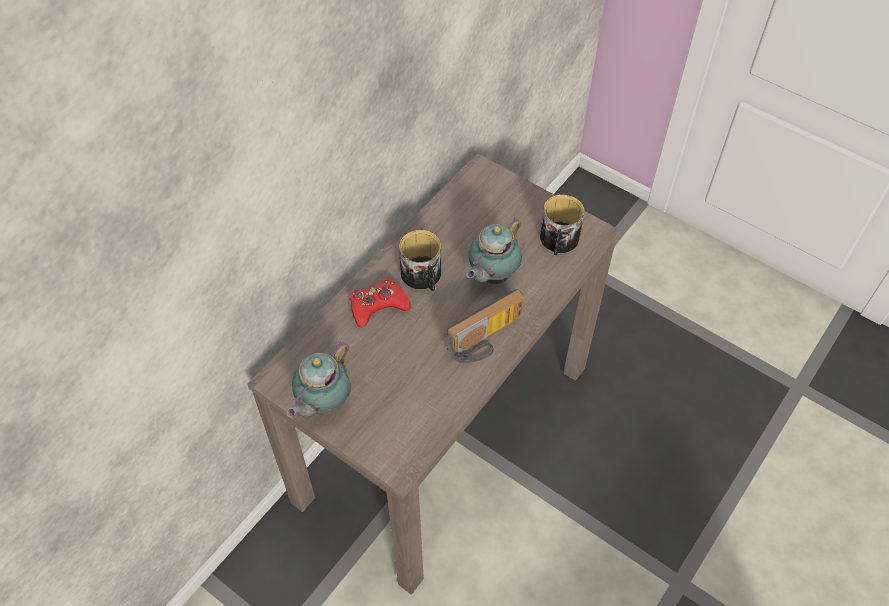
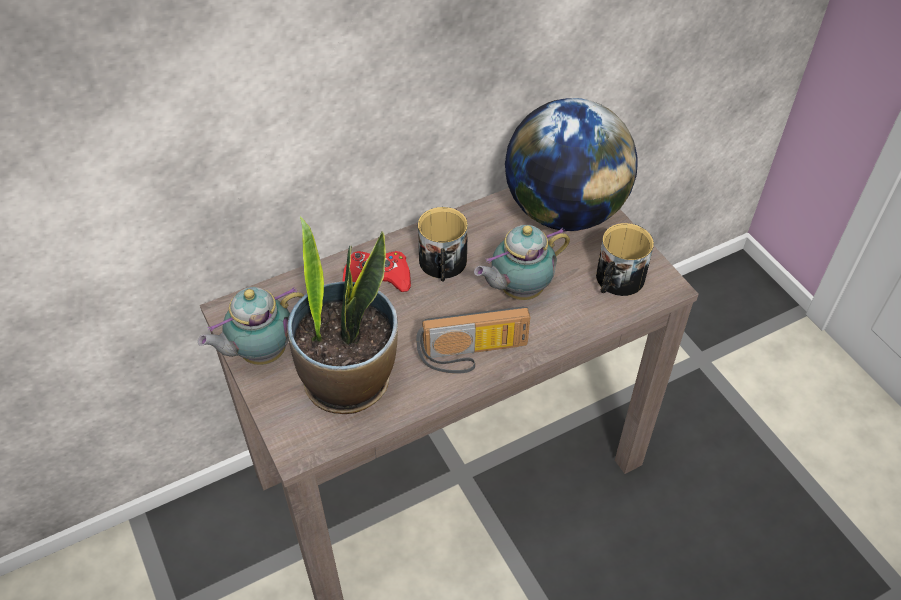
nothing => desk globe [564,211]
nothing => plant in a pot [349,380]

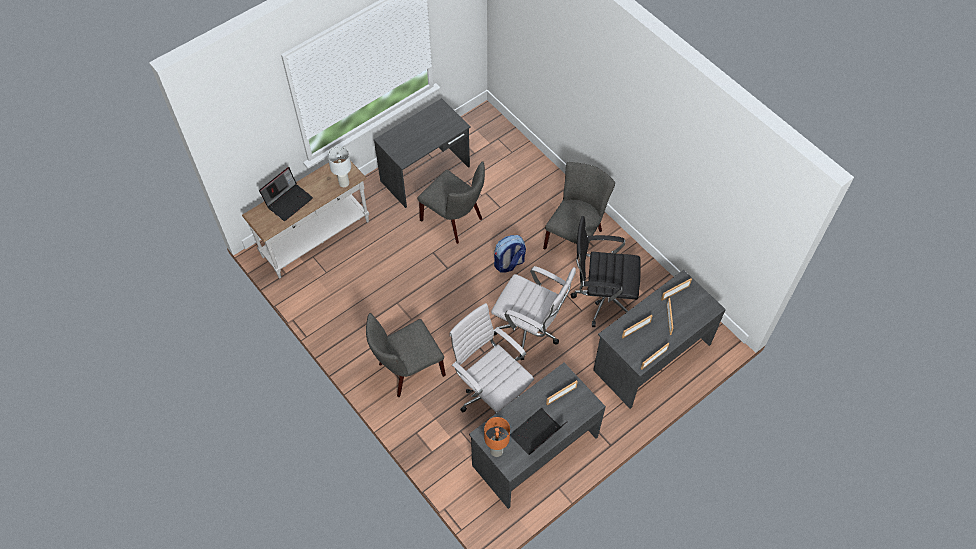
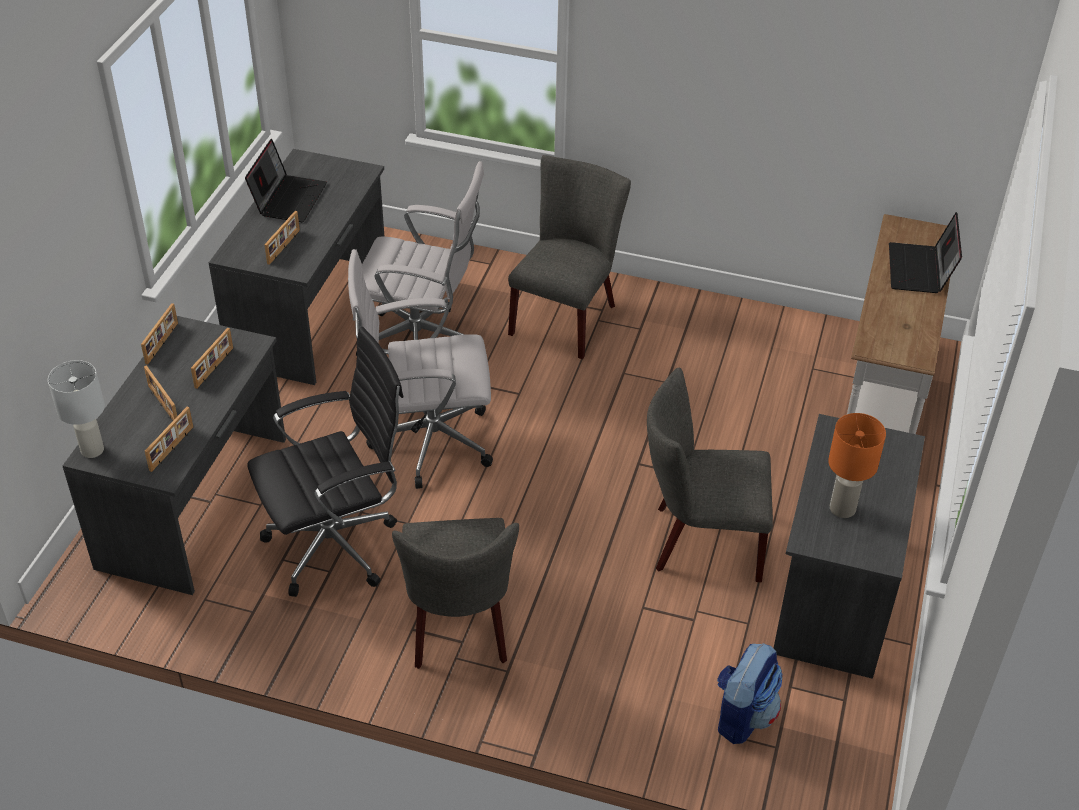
whitish lamp for a table [344,183] => whitish lamp for a table [93,450], relocated
rucksack [509,263] => rucksack [742,715], relocated
orange lamp for a table [497,450] => orange lamp for a table [842,509], relocated

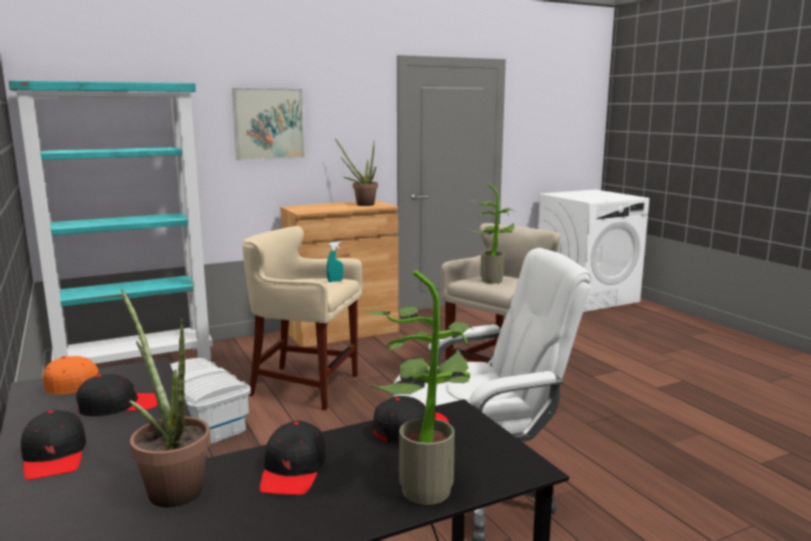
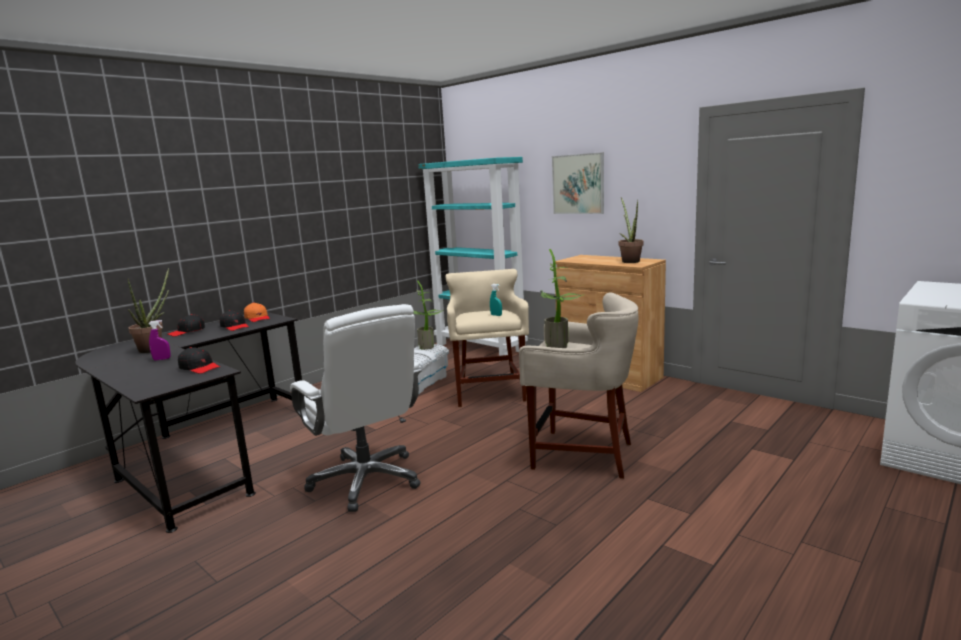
plant in a pot [425,485] => plant in a pot [429,347], relocated
blackish cap [293,470] => purple-coloured sprayer [162,359]

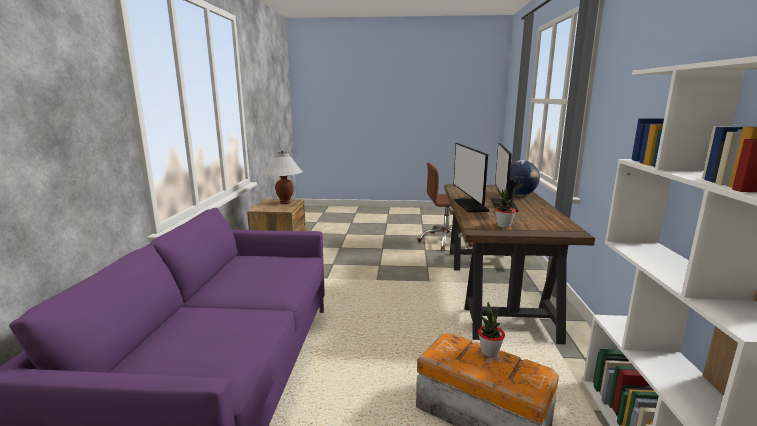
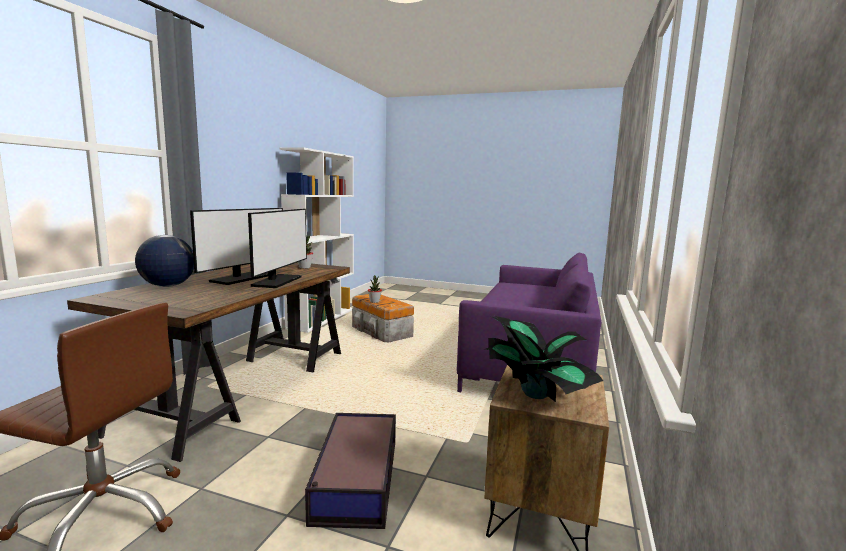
whitish lamp for a table [285,203] => plant in a pot [535,393]
nothing => storage box [356,480]

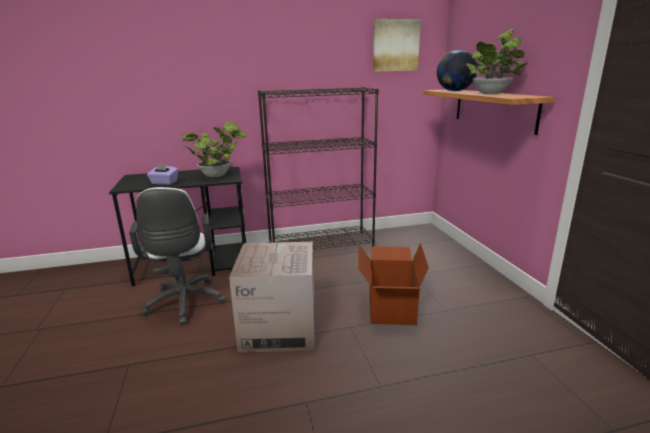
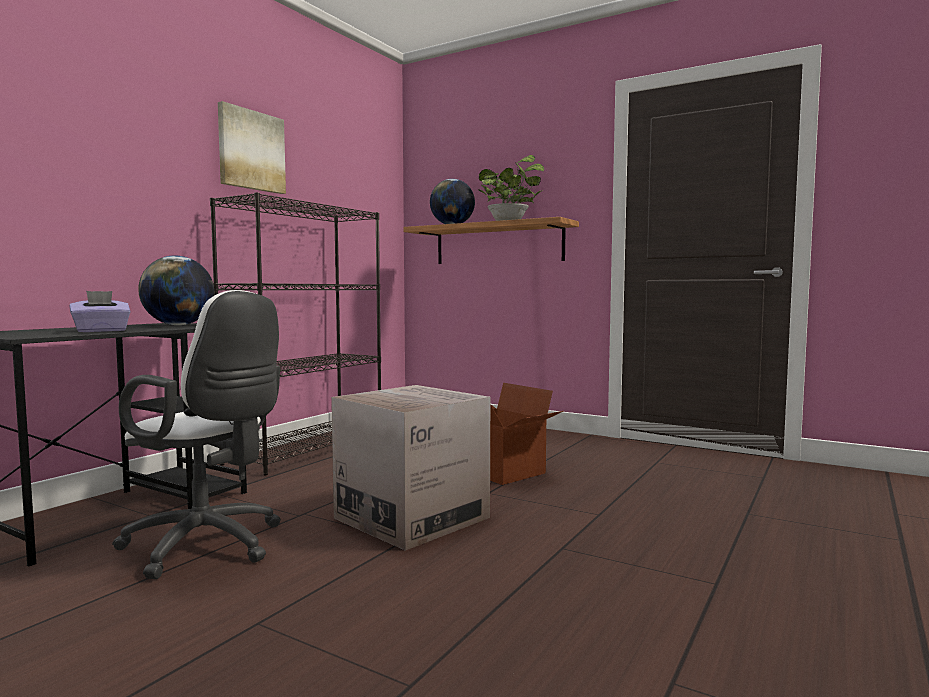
wall art [395,45] => wall art [251,150], relocated
plant in a pot [218,175] => desk globe [178,325]

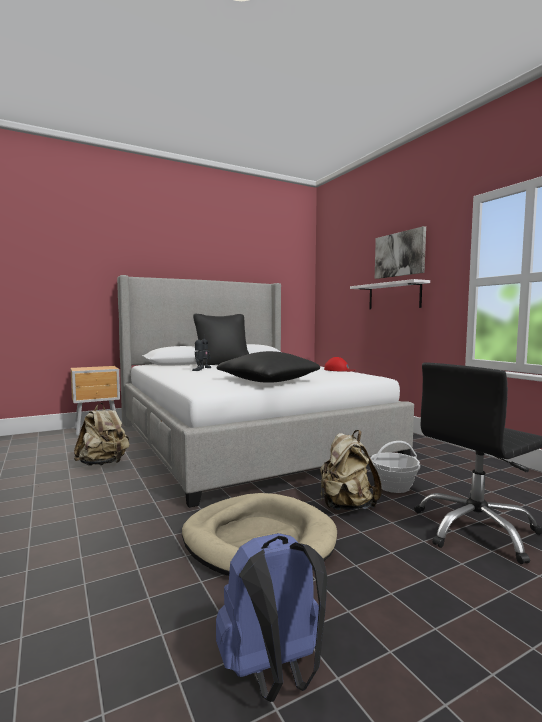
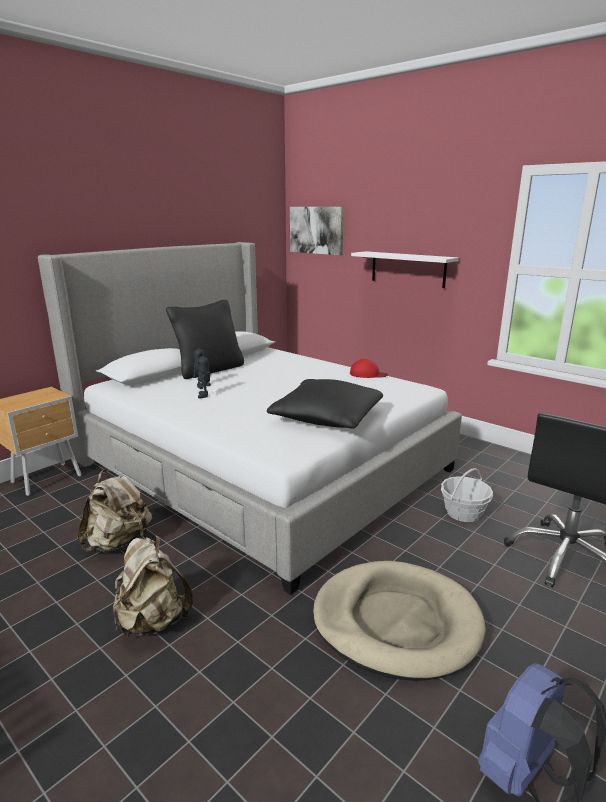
wall art [399,254] => wall art [316,230], relocated
beige-coloured rucksack [346,506] => beige-coloured rucksack [152,621], relocated

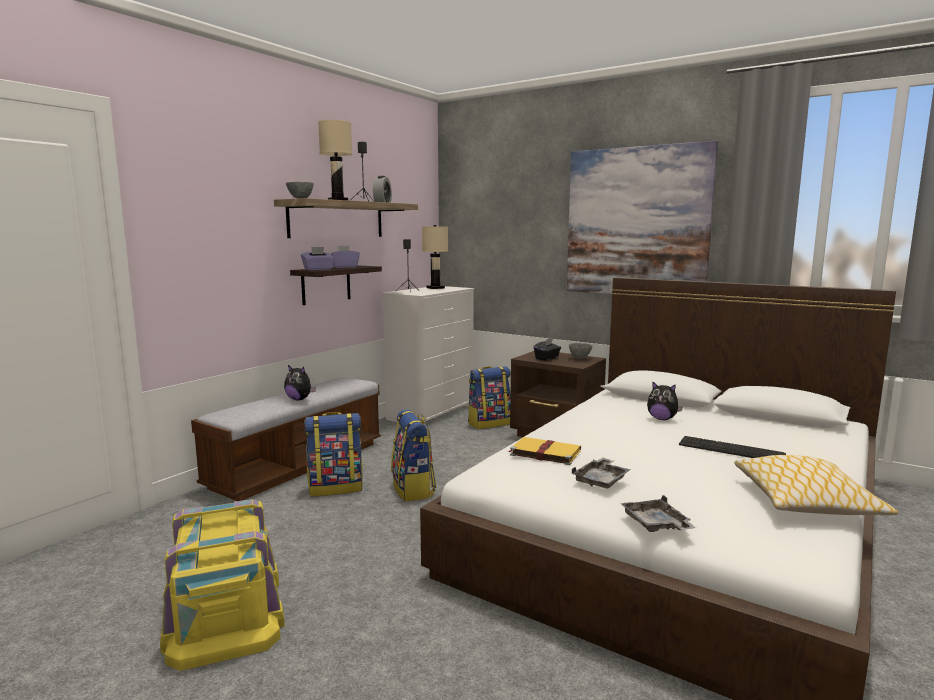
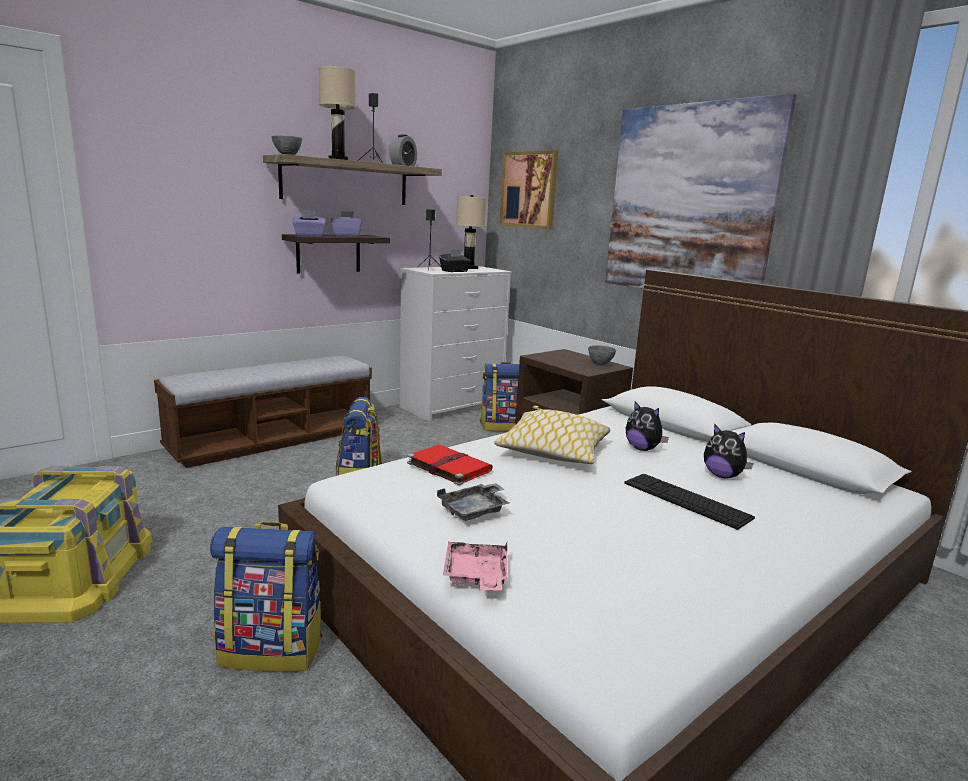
blackish tissue holder [547,358] => blackish tissue holder [454,271], relocated
soft toy [299,399] => soft toy [723,476], relocated
rucksack [336,487] => rucksack [272,650], relocated
yellowish volume [544,453] => reddish volume [447,466]
throw pillow [806,502] => throw pillow [554,451], relocated
gray carrying tray [656,525] => pink-coloured carrying tray [476,576]
nothing => wall art [529,190]

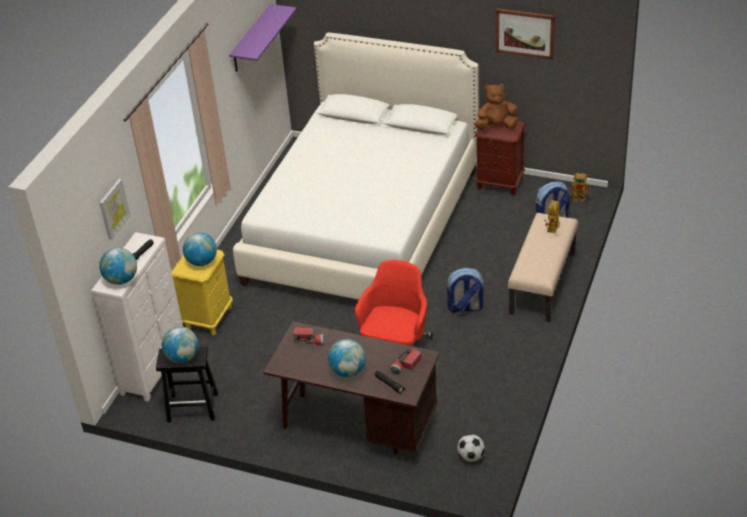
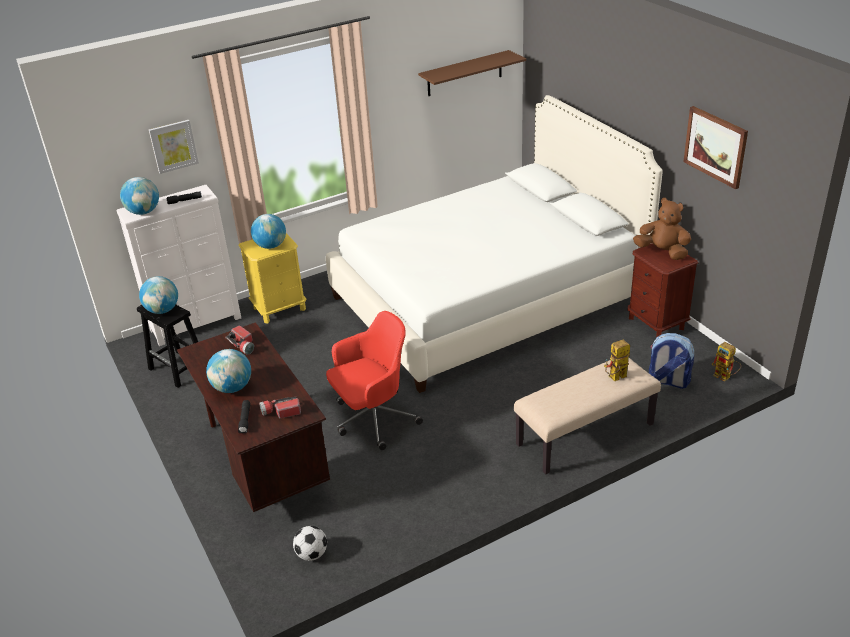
purple-coloured shelf [251,39] => brown shelf [464,73]
rucksack [465,307] => nothing

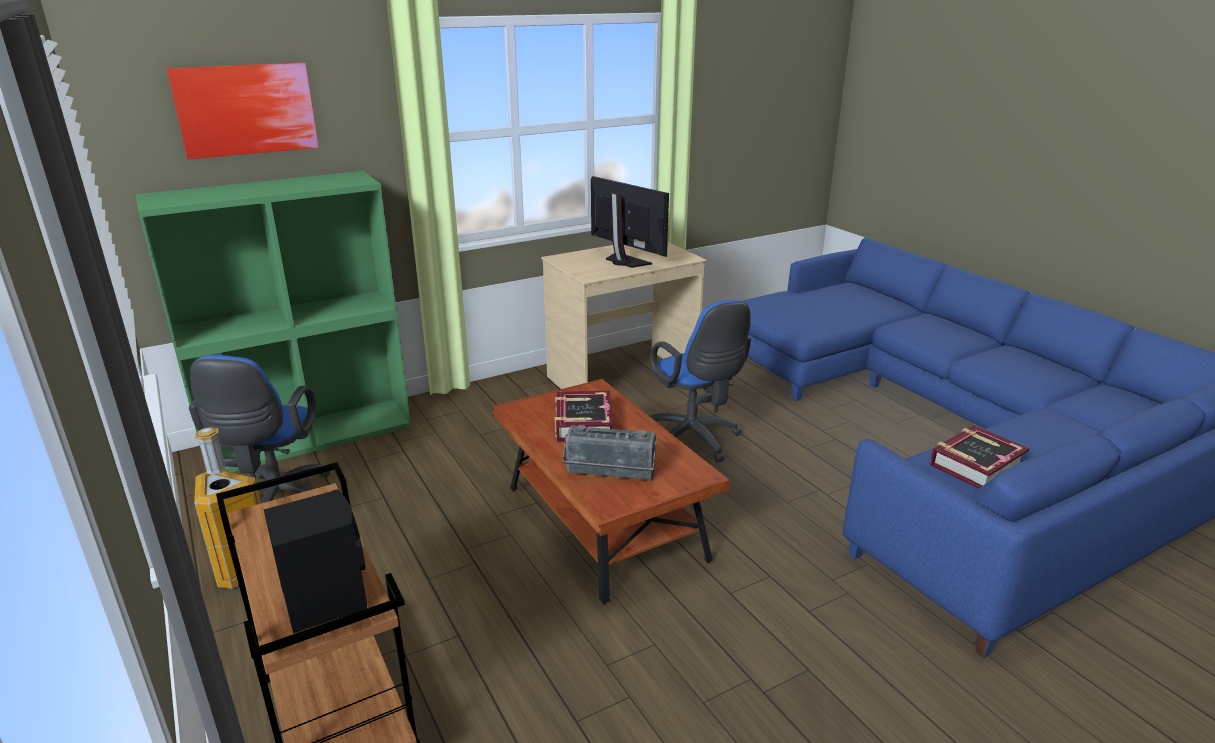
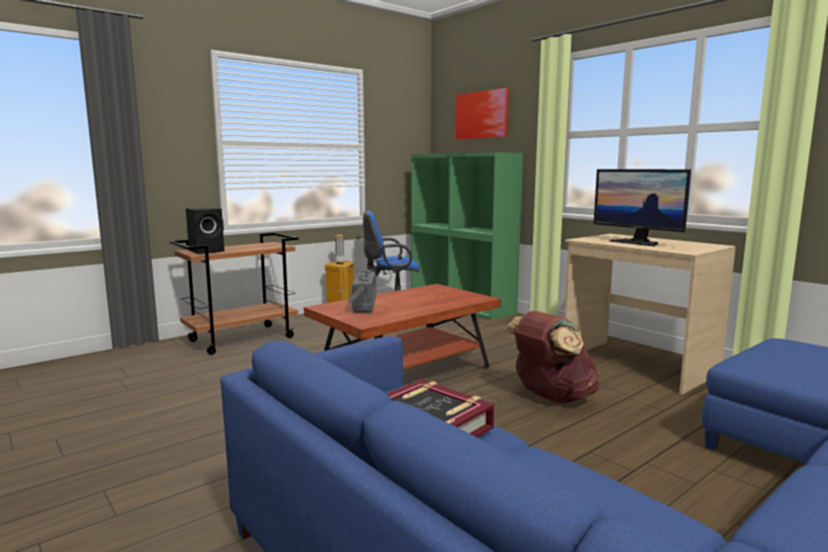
computer display [625,261] => computer display [637,242], 105 degrees clockwise
blue desk chair [694,441] => brown rucksack [551,397]
volume [583,423] => nothing

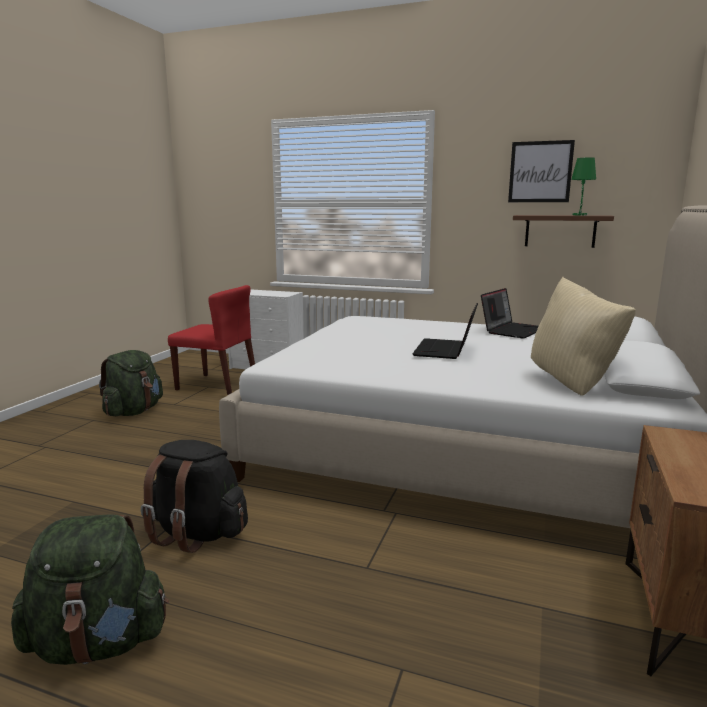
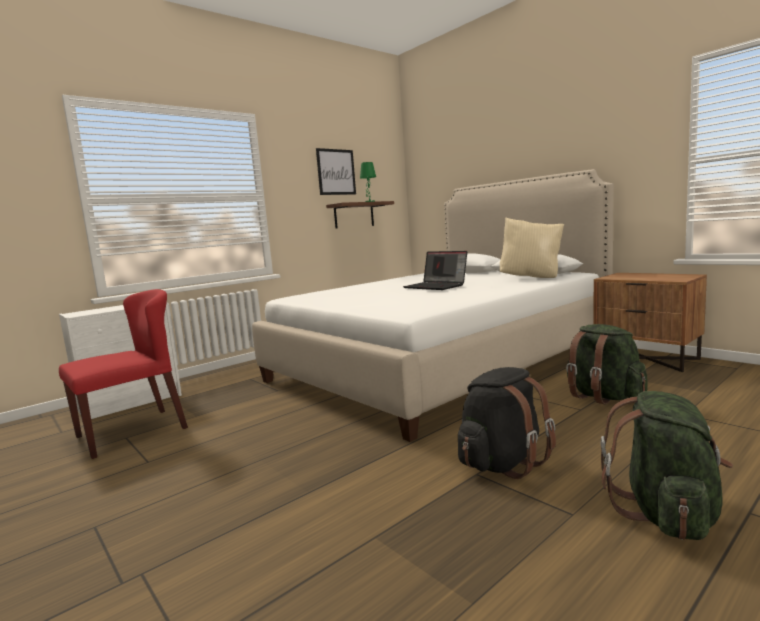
portable computer [512,330] => nothing
green-coloured rucksack [134,411] => green-coloured rucksack [603,396], relocated

